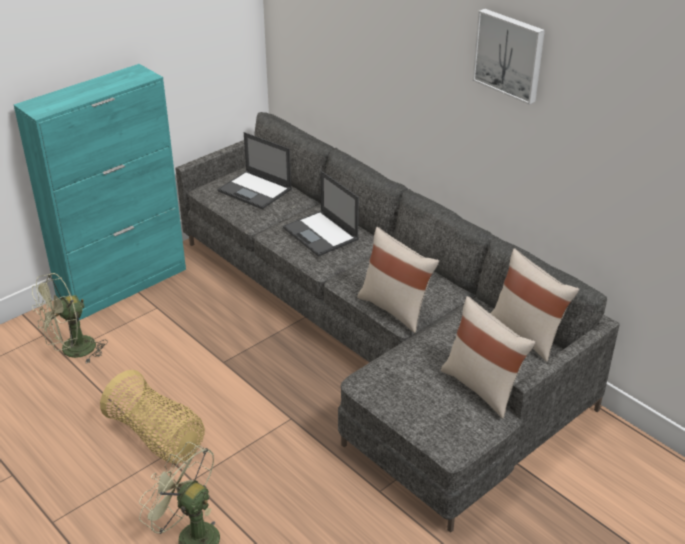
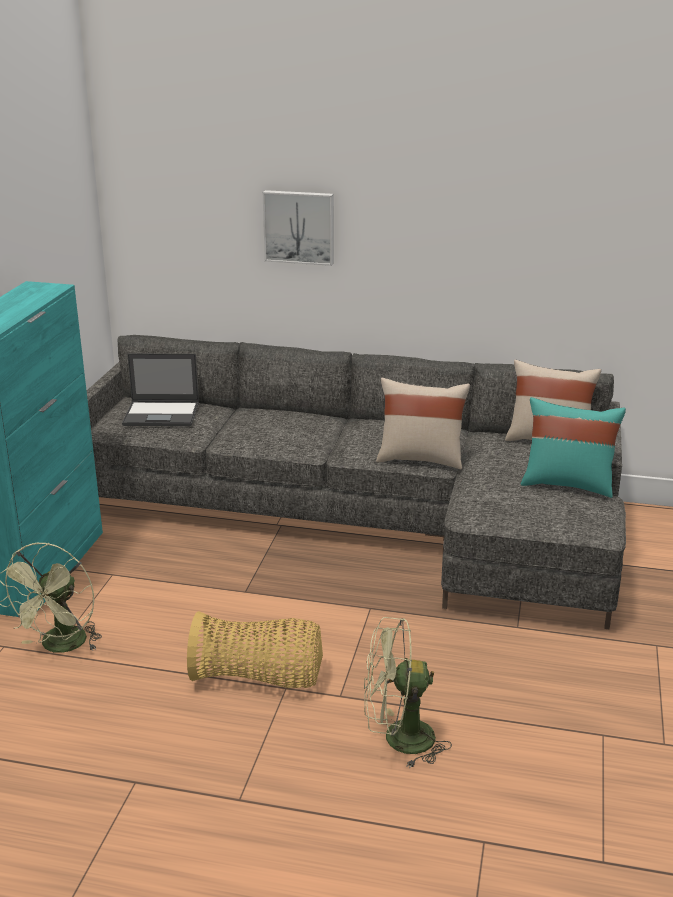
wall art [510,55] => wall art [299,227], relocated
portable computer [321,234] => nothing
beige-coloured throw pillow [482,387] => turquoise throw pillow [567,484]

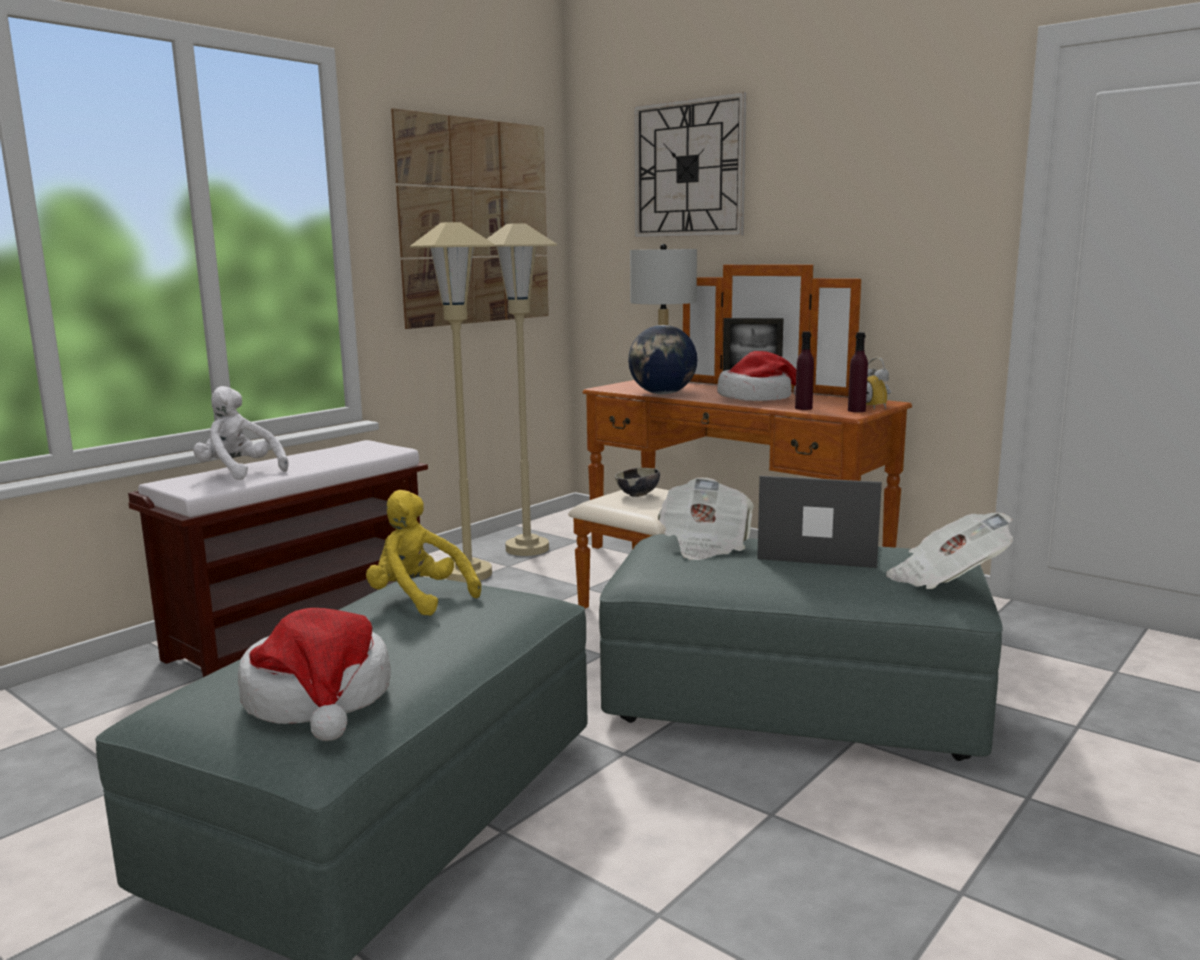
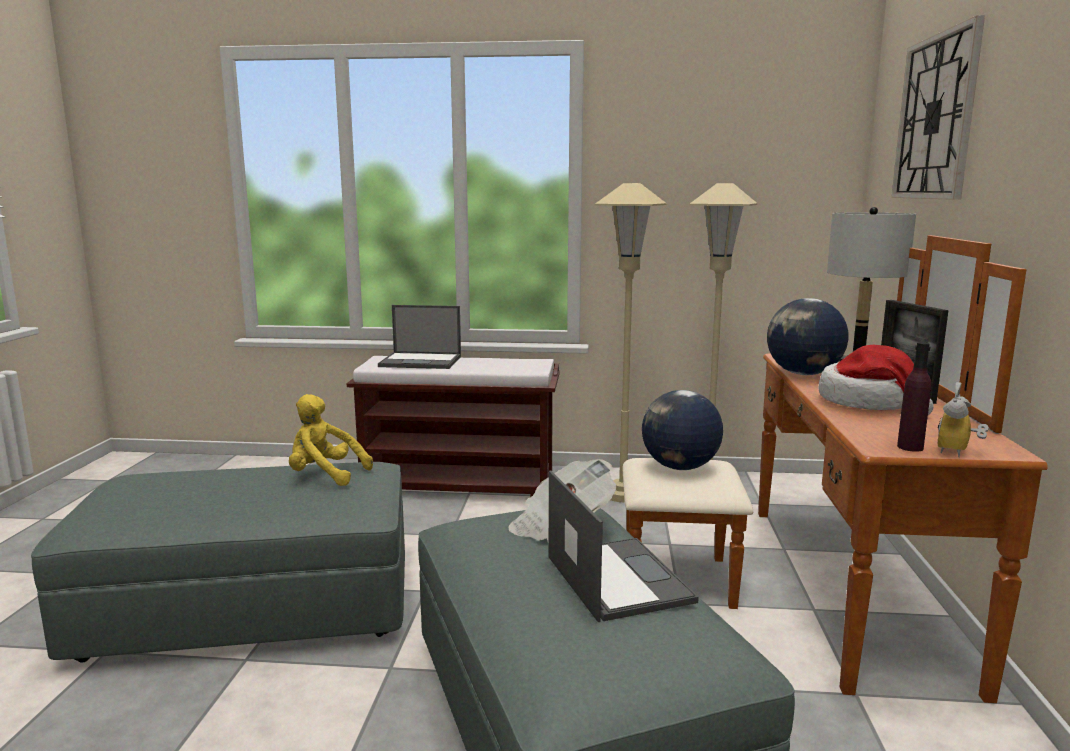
wall art [476,222] => nothing
purple-coloured beverage bottle [803,408] => nothing
whitish soft toy [239,472] => portable computer [422,361]
serving bowl [637,495] => desk globe [680,467]
yellowish soft toy [418,599] => yellowish soft toy [325,475], 75 degrees counterclockwise
newspaper [946,579] => nothing
hat [319,698] => nothing

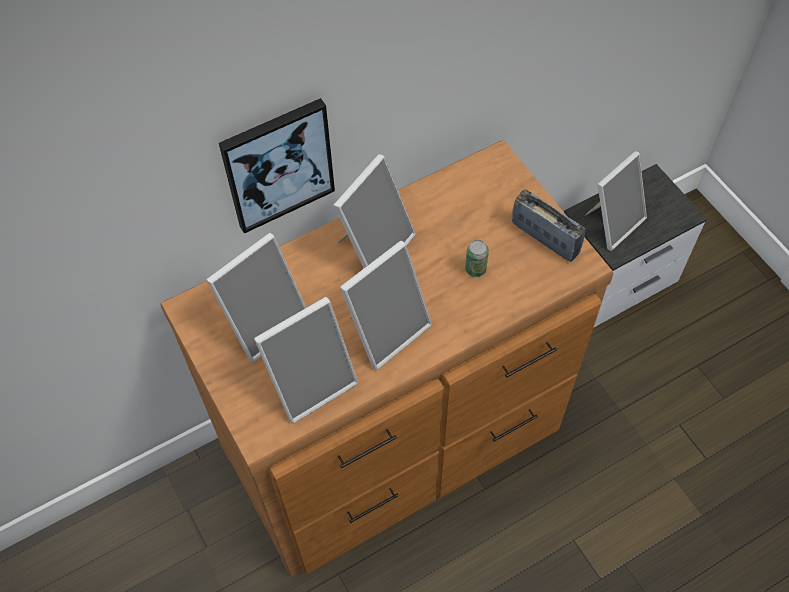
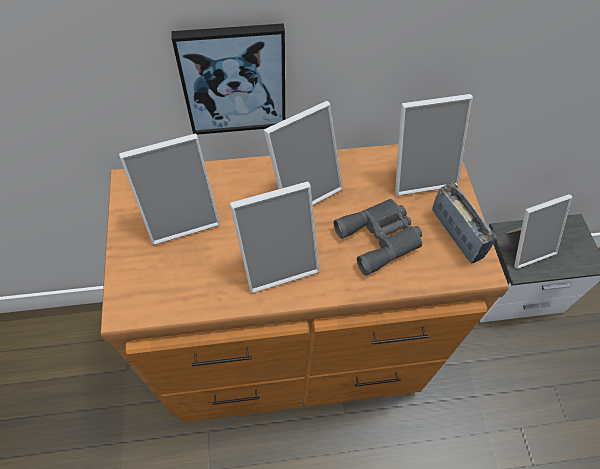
can [475,269] => gray pair of binoculars [381,238]
picture frame [311,382] => picture frame [420,173], relocated

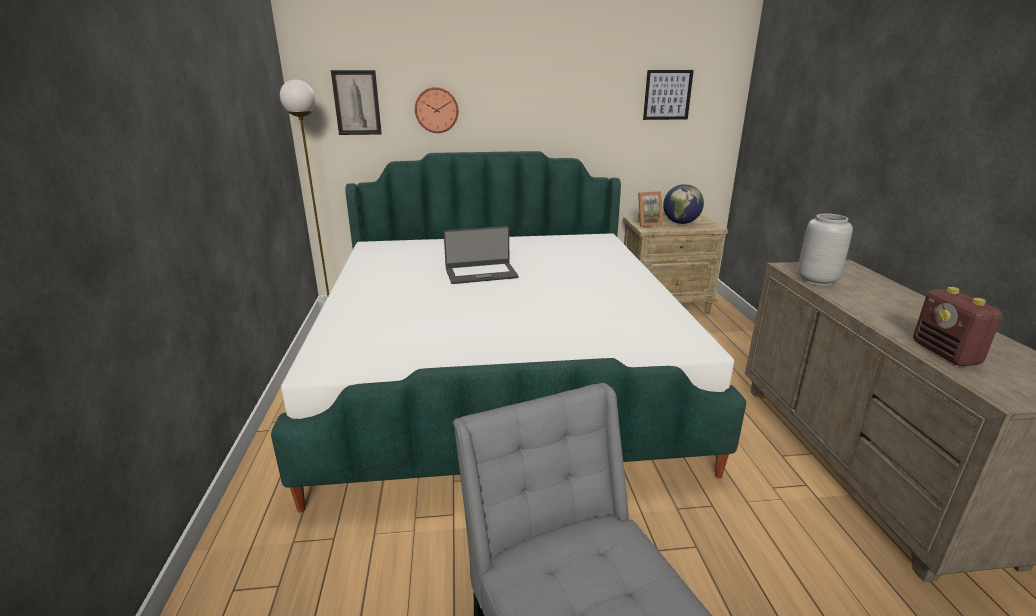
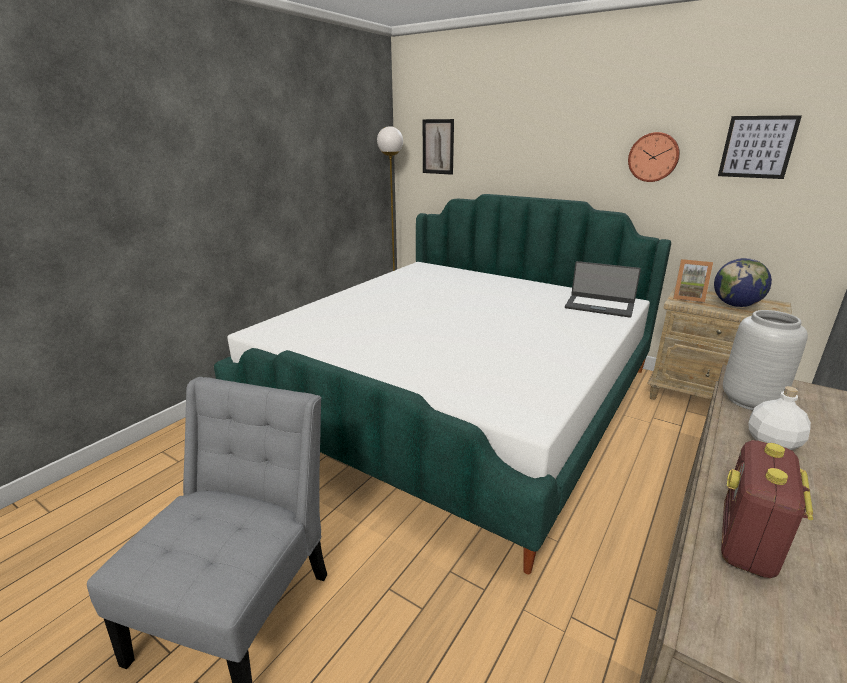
wall clock [436,110] => wall clock [653,157], relocated
portable computer [481,273] => portable computer [599,306], relocated
nothing => whitish beverage bottle [771,442]

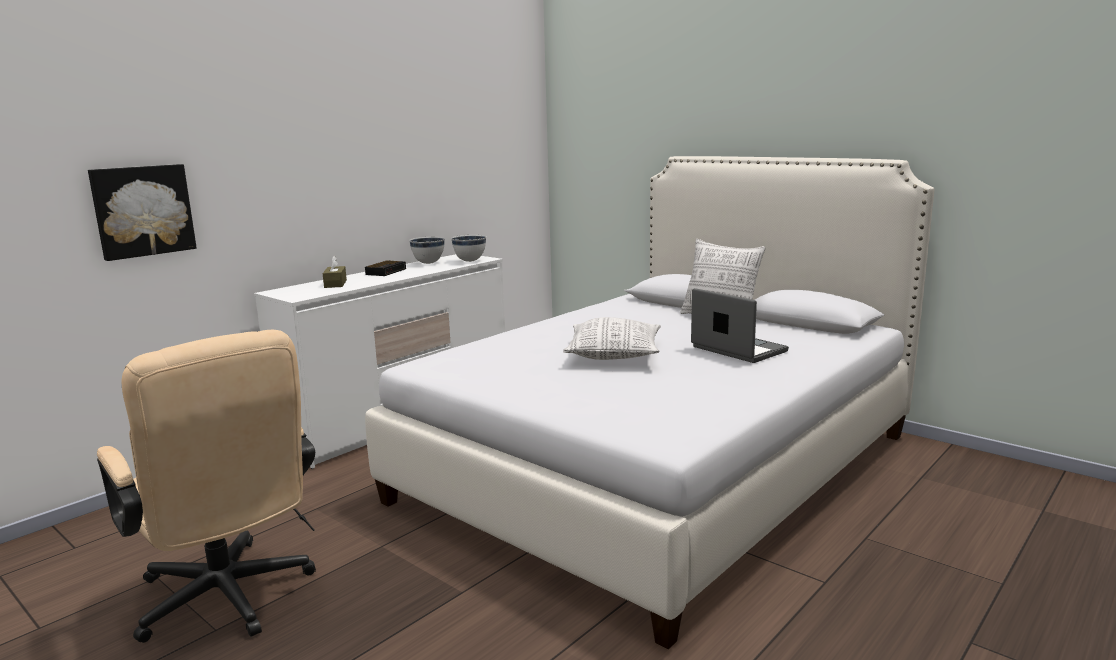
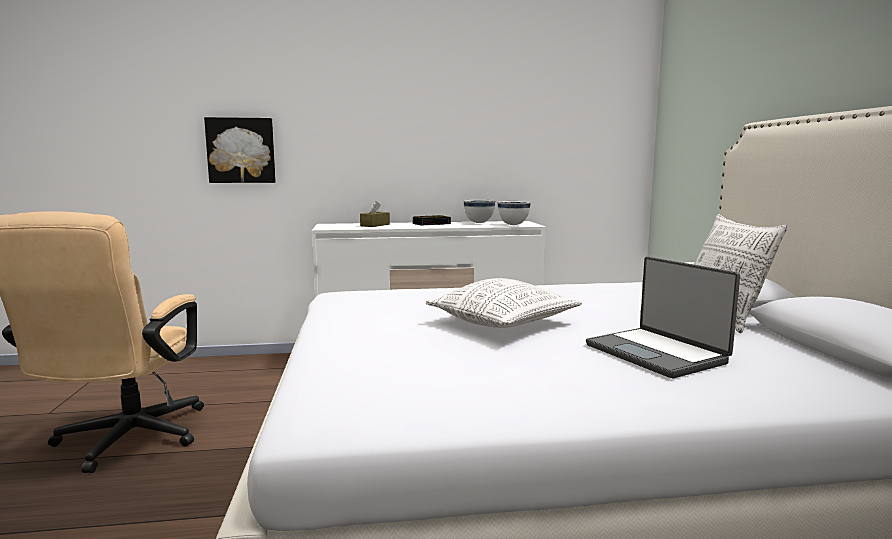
portable computer [737,349] => portable computer [657,353], 150 degrees clockwise

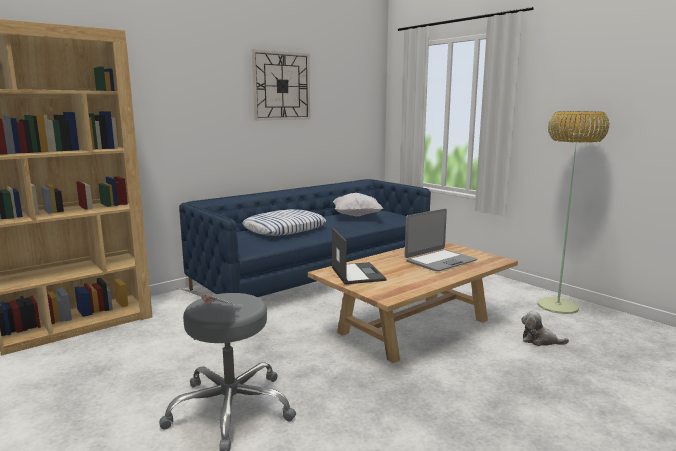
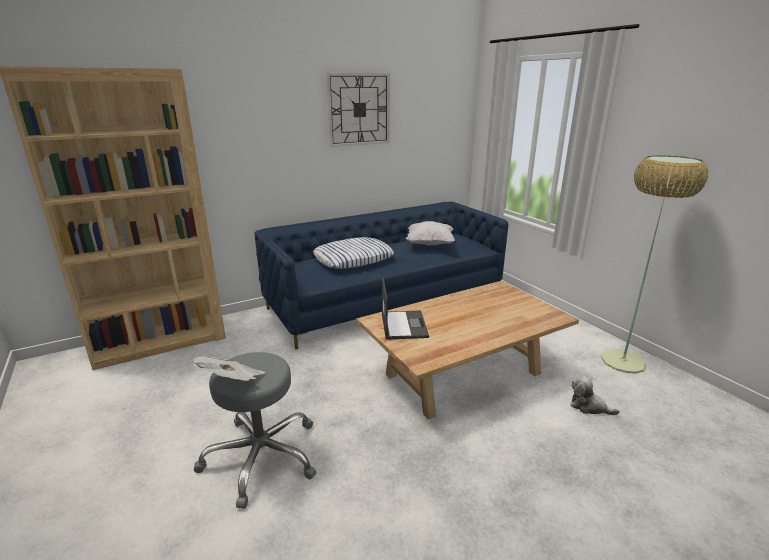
portable computer [440,261] => nothing

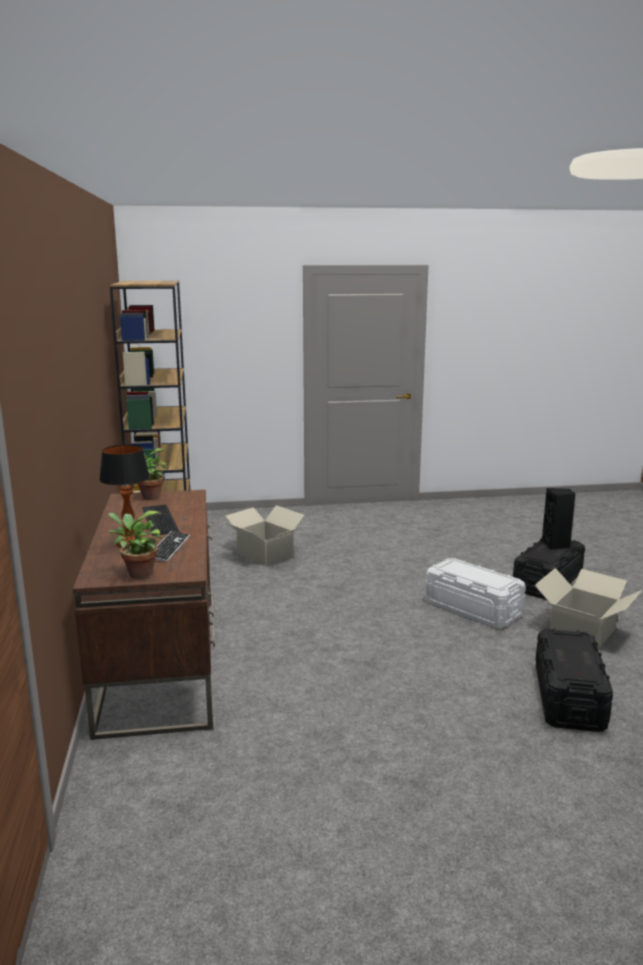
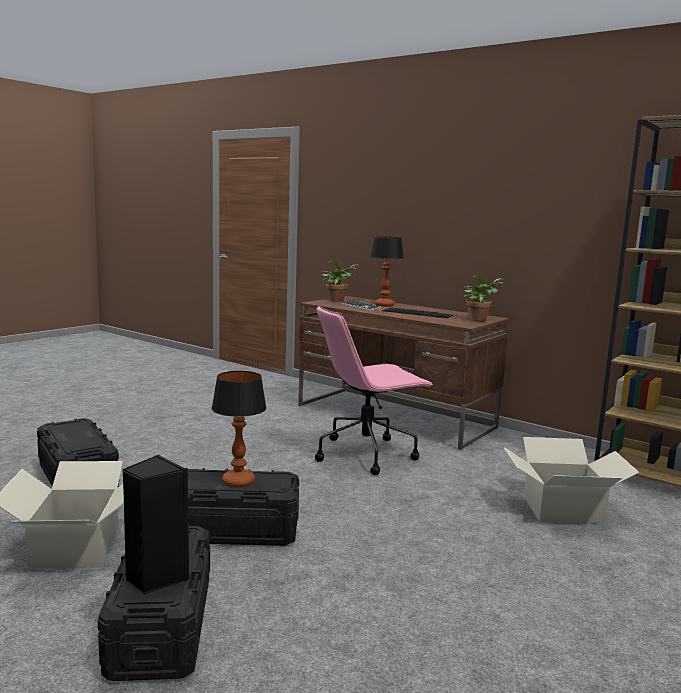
whitish storage box [472,608] => blackish storage box [233,530]
nothing => pink-coloured desk chair [366,454]
nothing => lamp for a table [239,482]

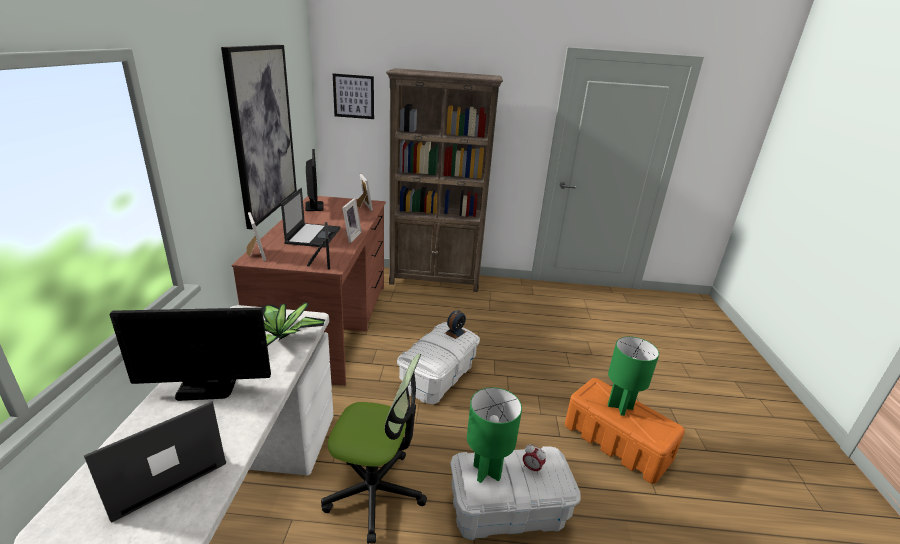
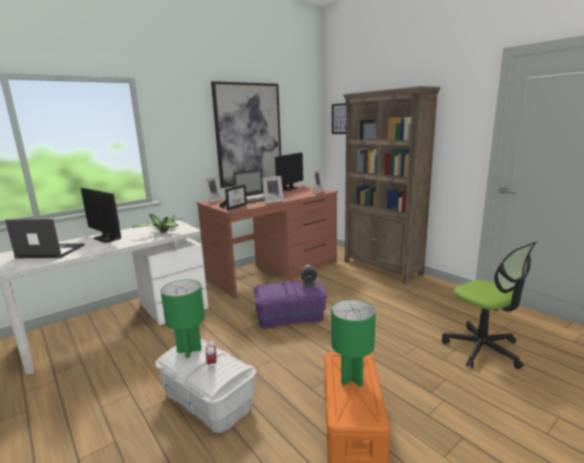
whitish storage box [438,376] => purple-coloured storage box [290,316]
desk chair [375,493] => desk chair [482,349], relocated

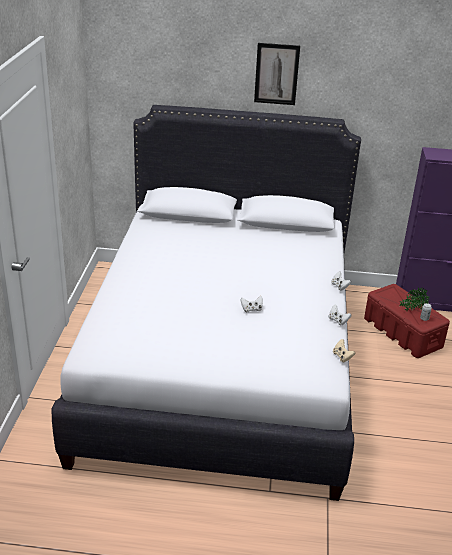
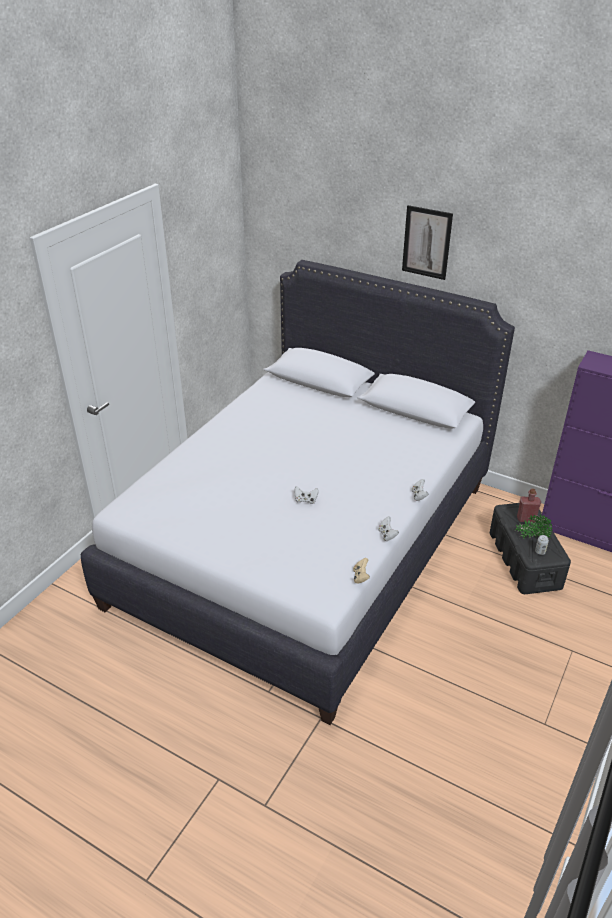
reddish storage box [403,333] => blackish storage box [524,560]
nothing => reddish beverage bottle [526,519]

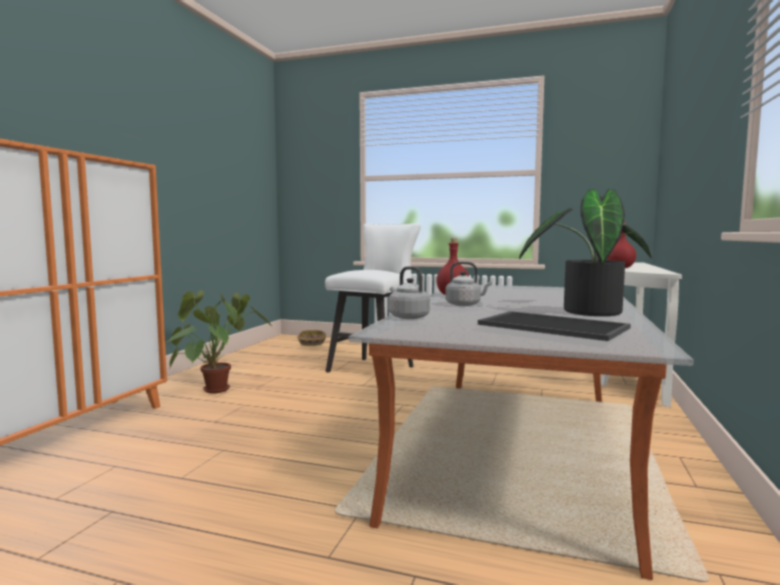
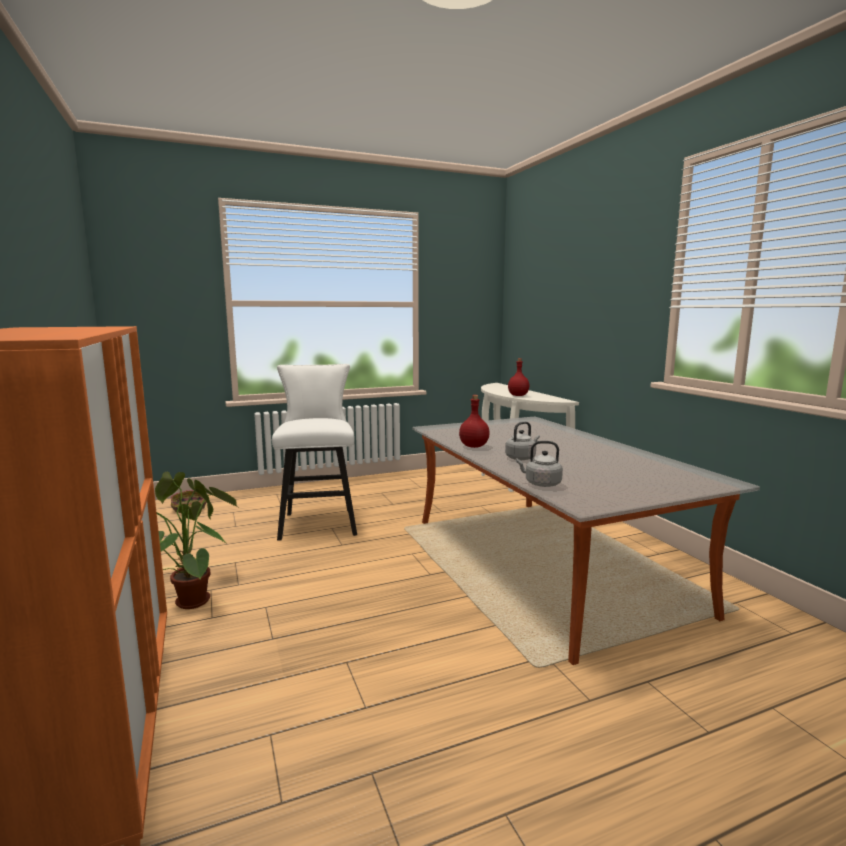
plant in a pot [585,311] => nothing
carrying tray [554,326] => nothing

